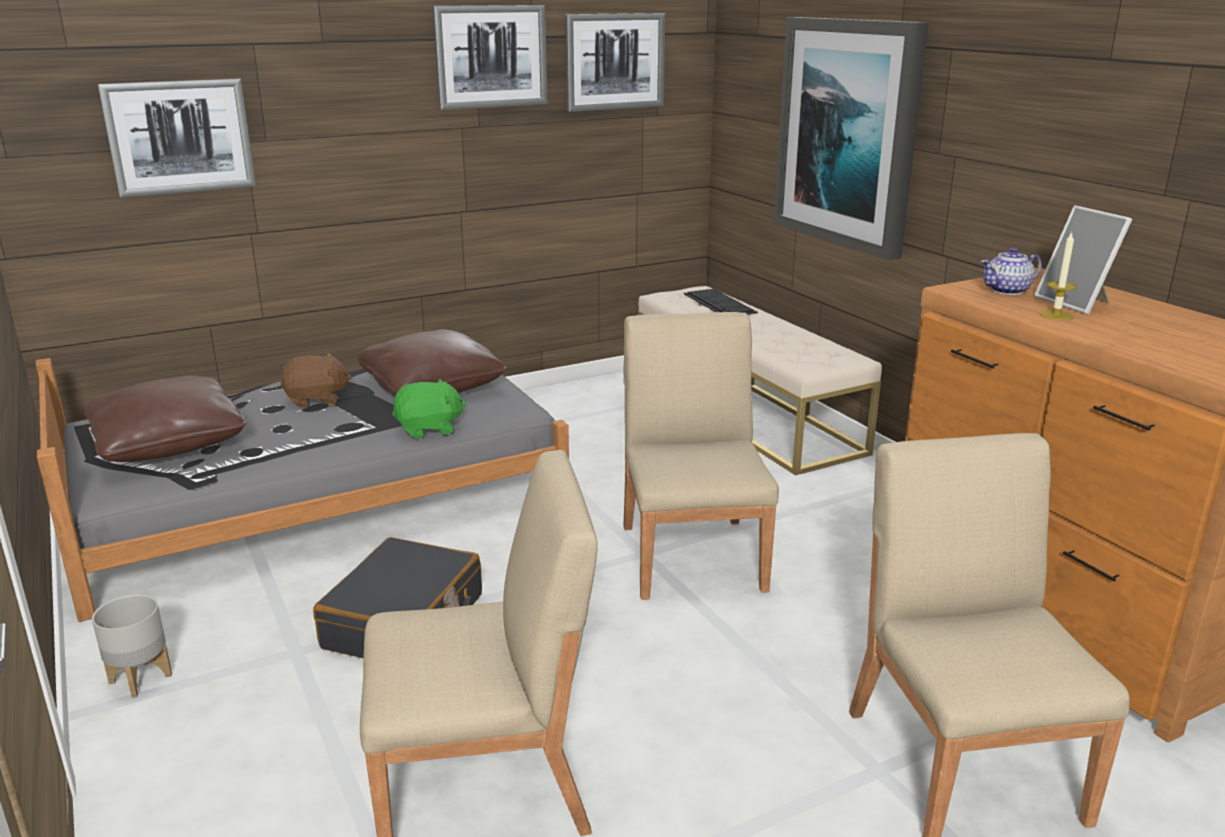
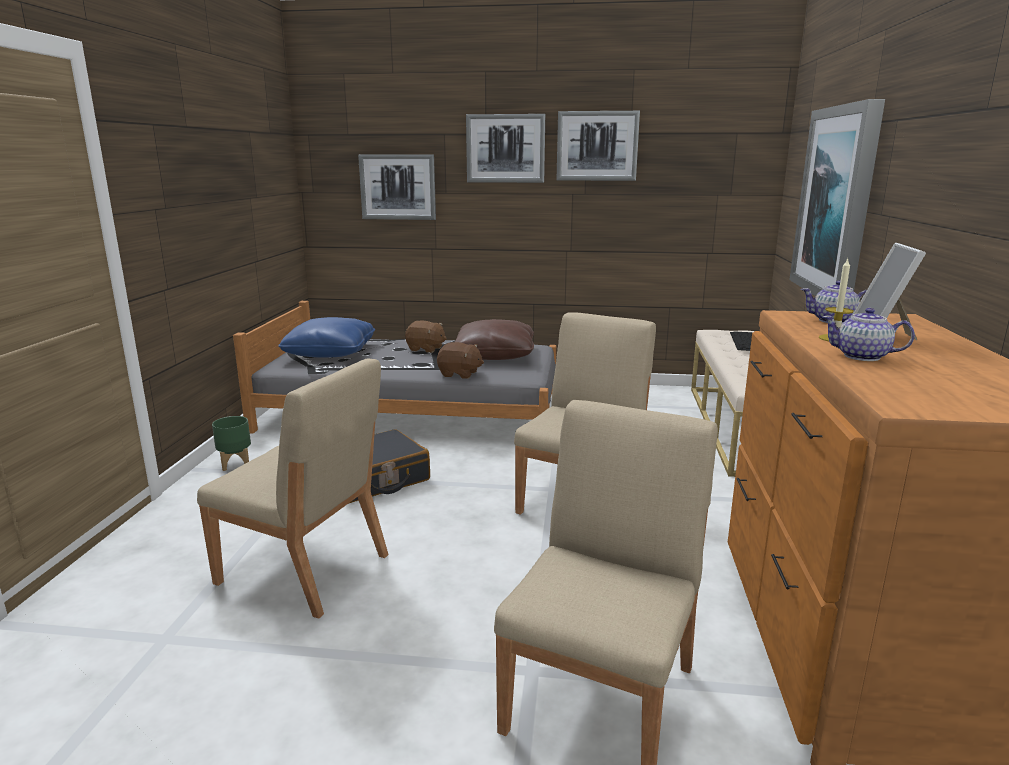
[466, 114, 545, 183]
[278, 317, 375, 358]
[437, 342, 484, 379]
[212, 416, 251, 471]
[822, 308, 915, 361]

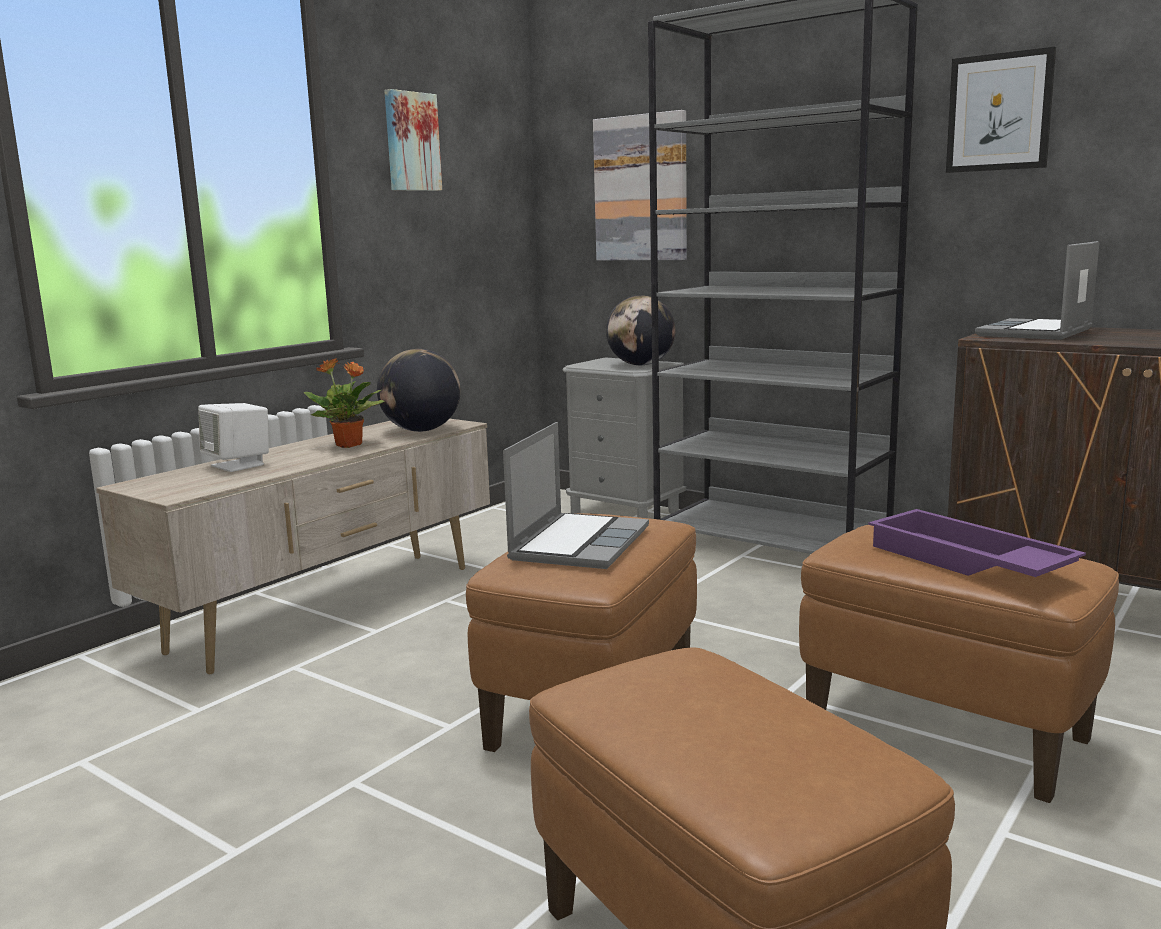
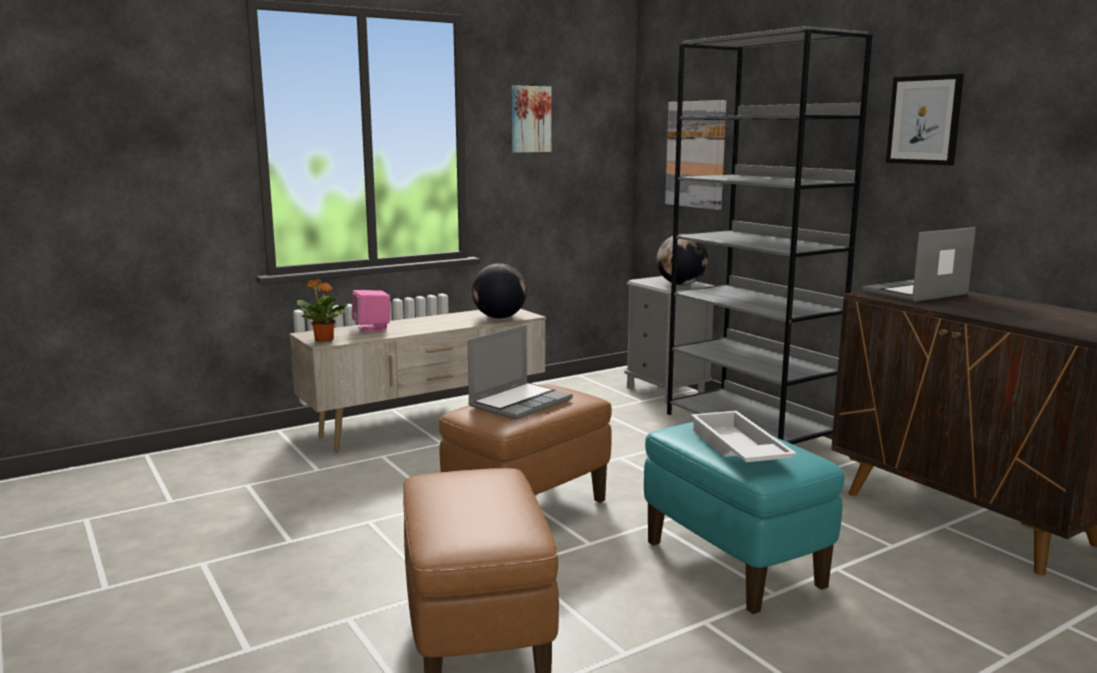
[297, 279, 350, 342]
[352, 290, 390, 333]
[691, 411, 797, 462]
[644, 422, 844, 614]

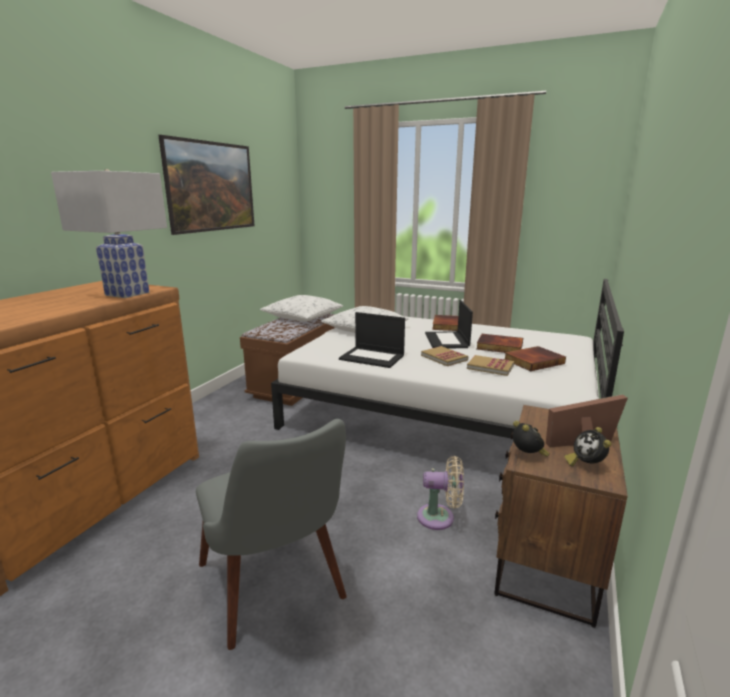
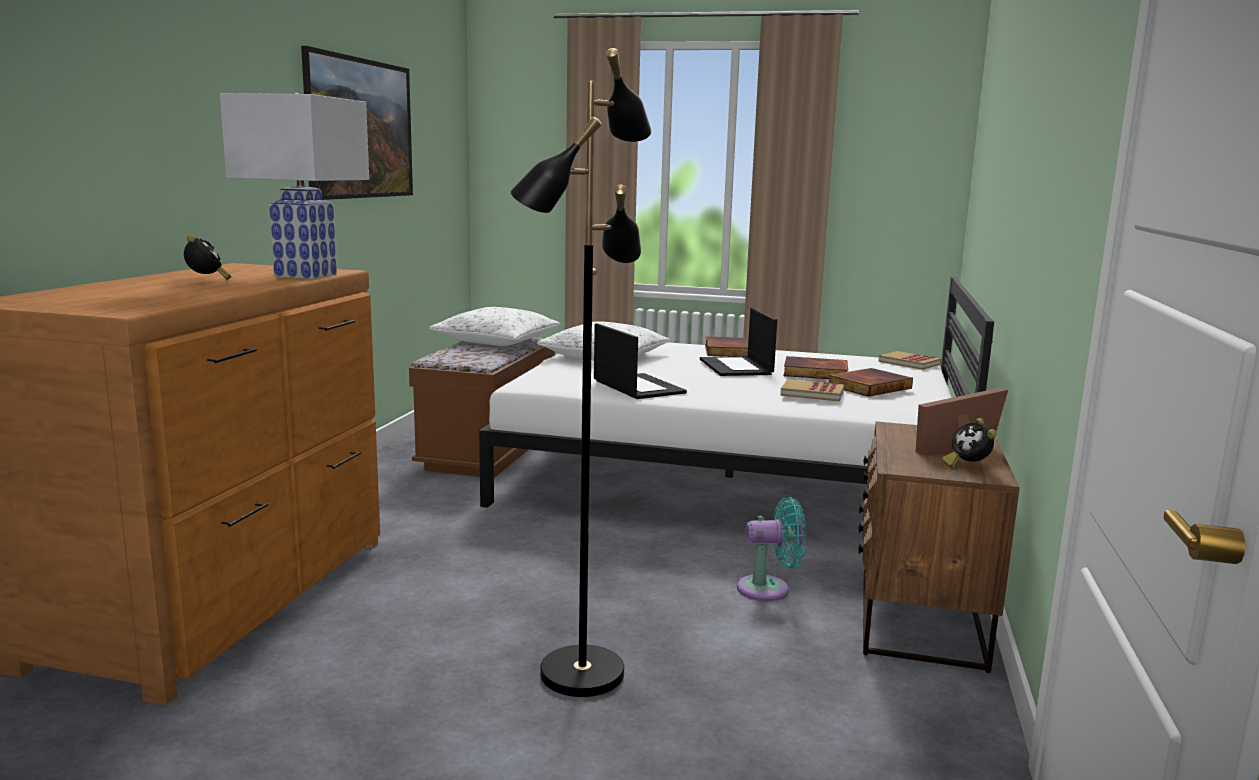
[594, 323, 687, 399]
[878, 351, 941, 370]
[510, 48, 651, 697]
[184, 235, 231, 280]
[737, 497, 806, 601]

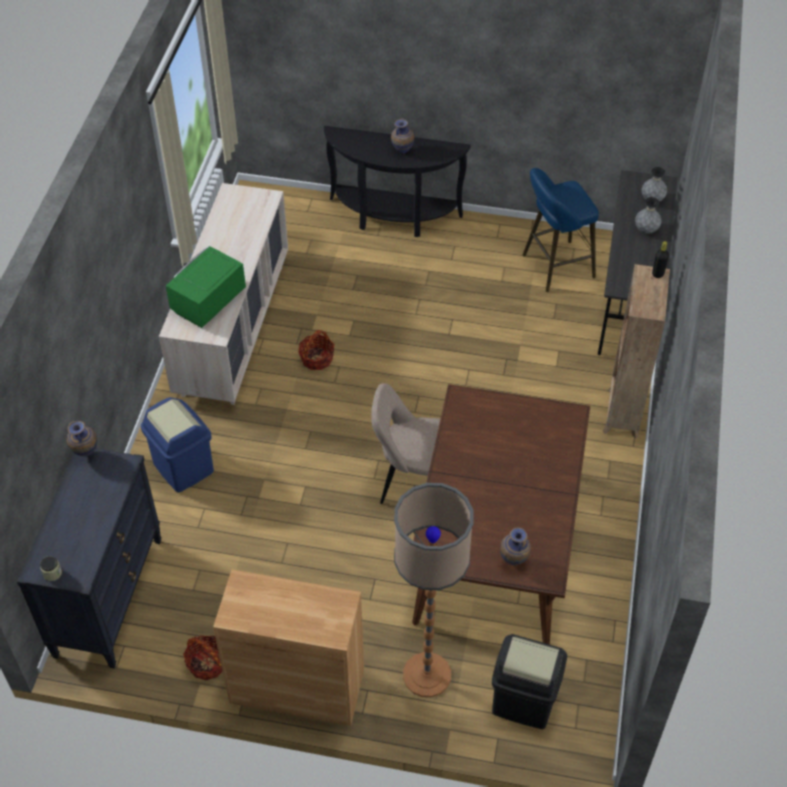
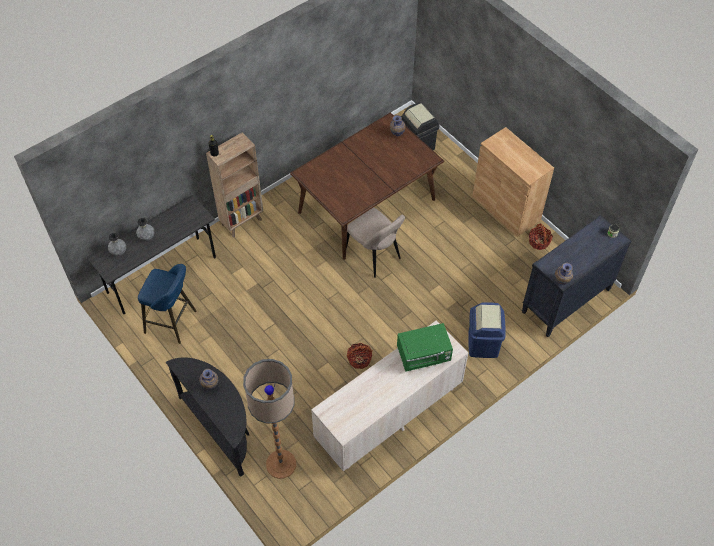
[243, 359, 296, 479]

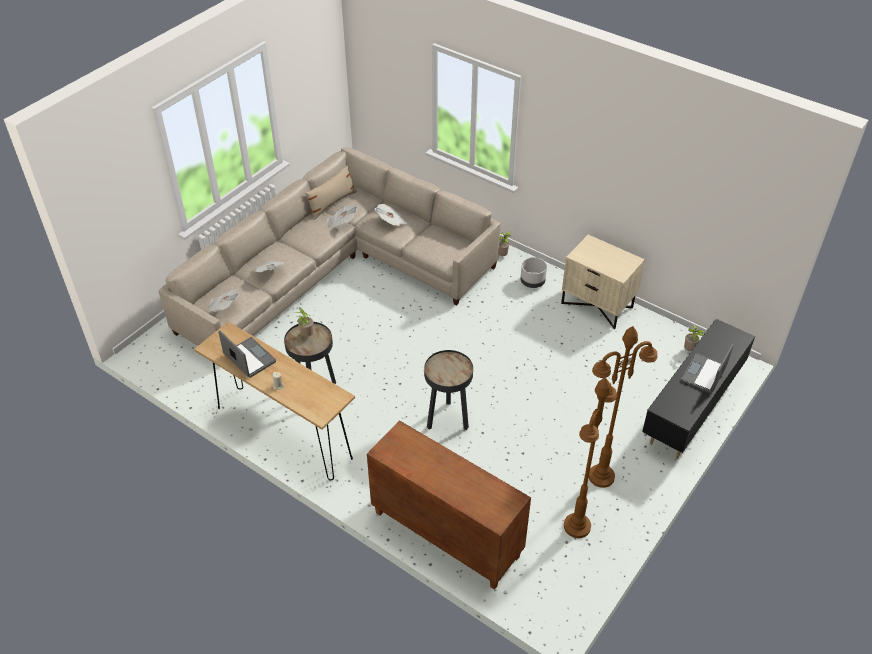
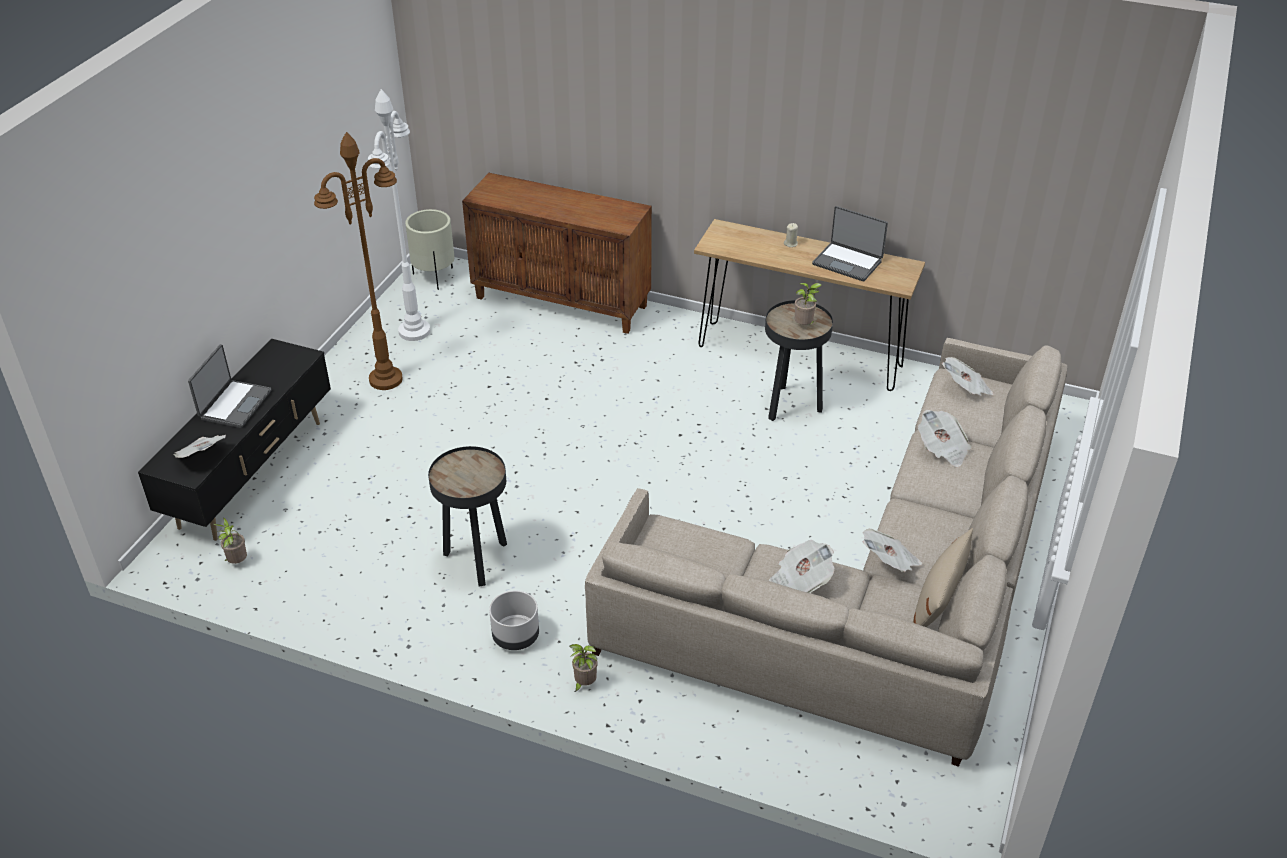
[561, 235, 645, 329] (first image)
[428, 446, 507, 586]
[368, 89, 430, 341]
[405, 209, 455, 290]
[173, 435, 226, 458]

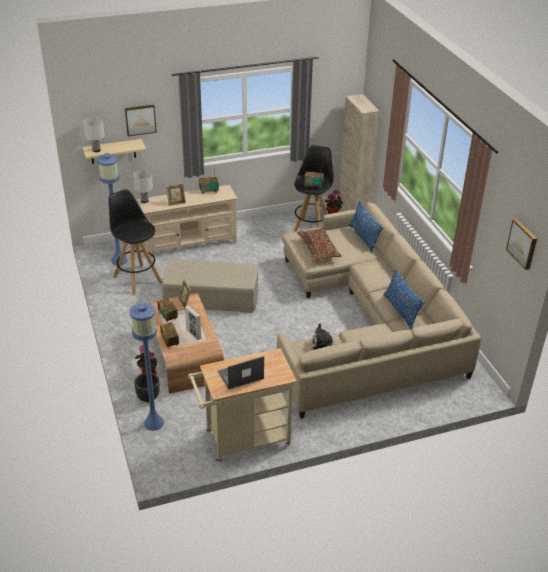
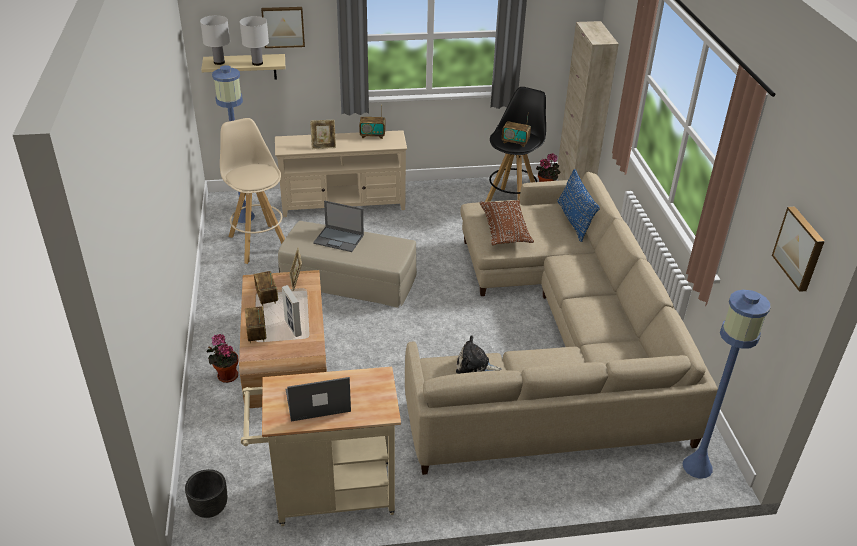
[240, 16, 269, 66]
[220, 118, 285, 264]
[383, 270, 425, 329] (first image)
[682, 290, 771, 479]
[185, 469, 227, 518]
[313, 201, 364, 252]

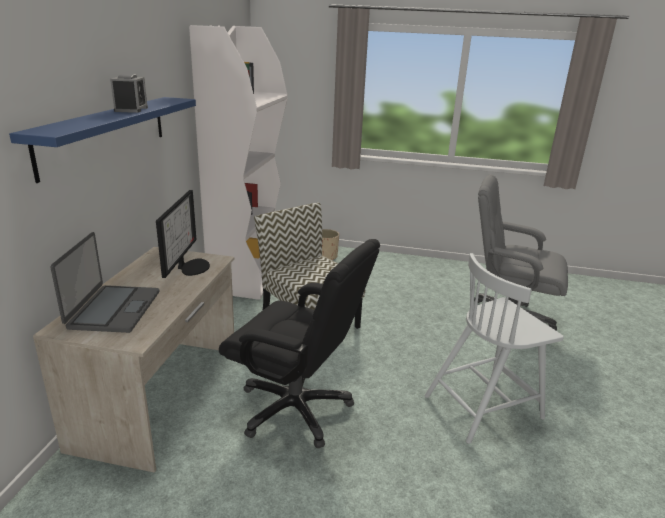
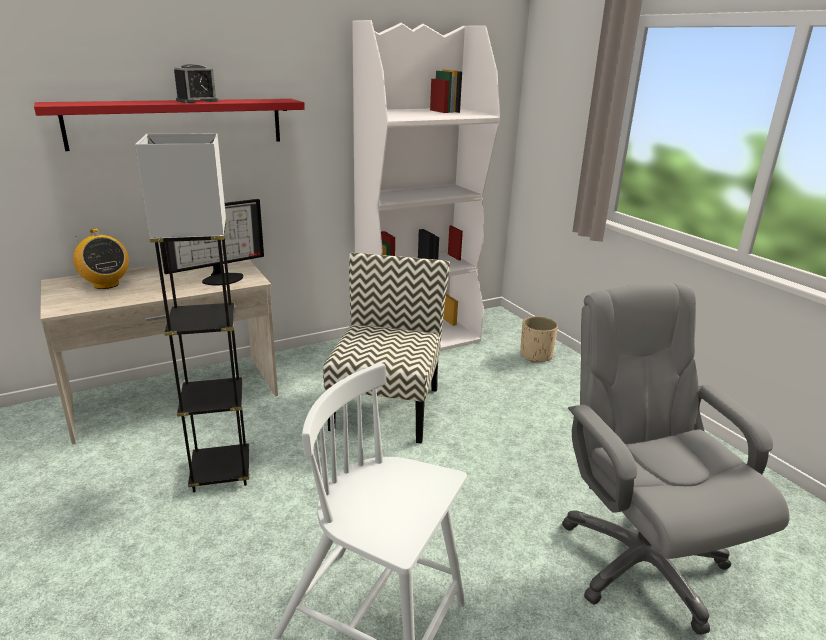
[34, 99, 305, 151]
[73, 229, 129, 289]
[135, 134, 250, 492]

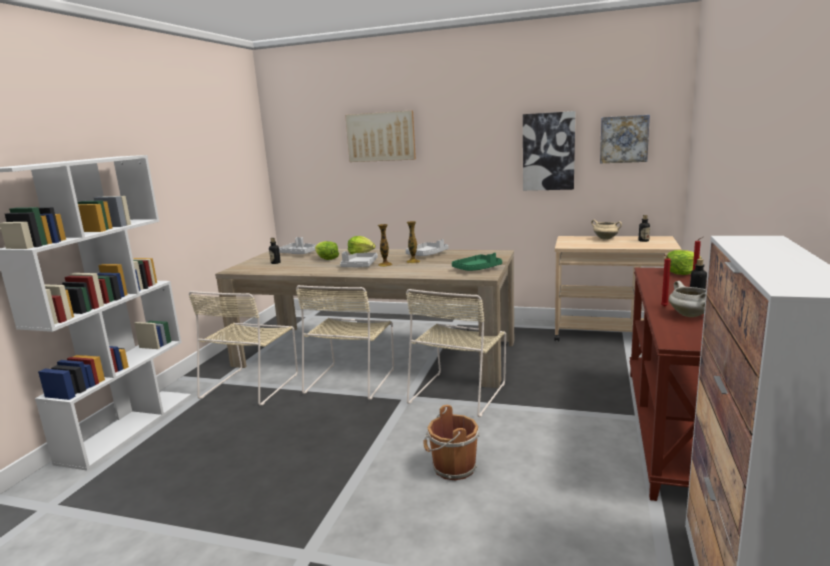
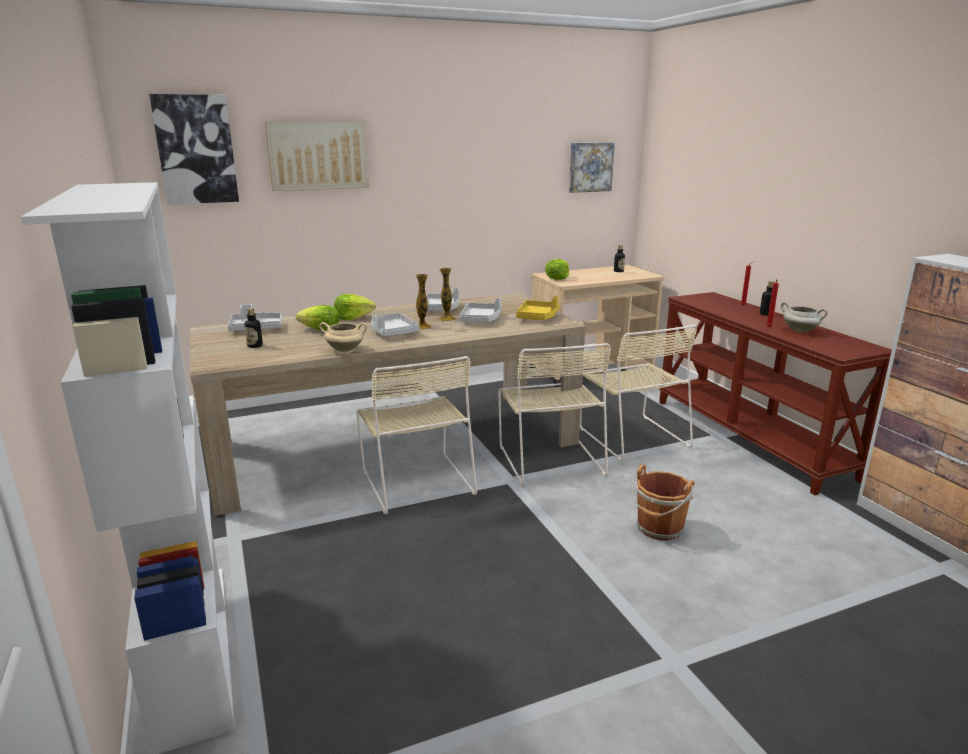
[149, 94, 239, 205]
[319, 322, 367, 352]
[545, 259, 569, 280]
[516, 296, 559, 320]
[580, 325, 697, 461]
[460, 298, 502, 322]

